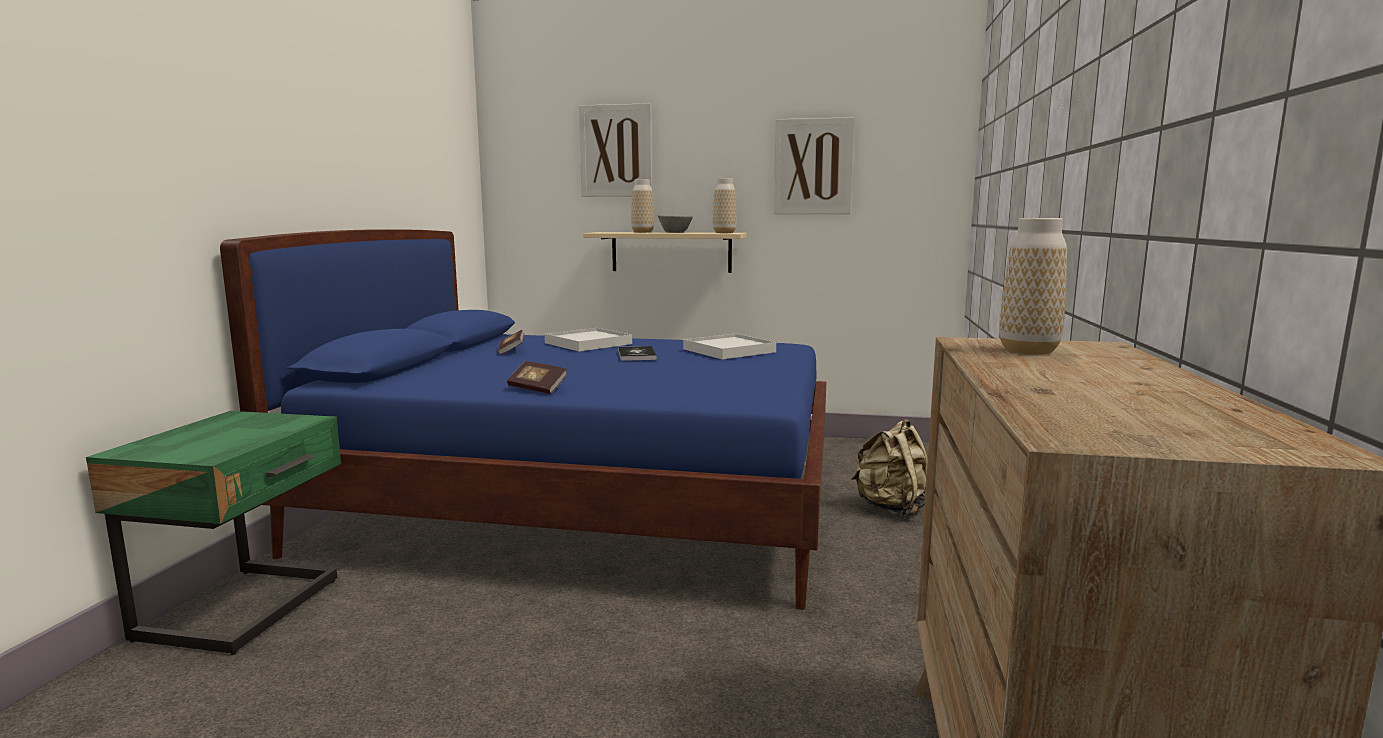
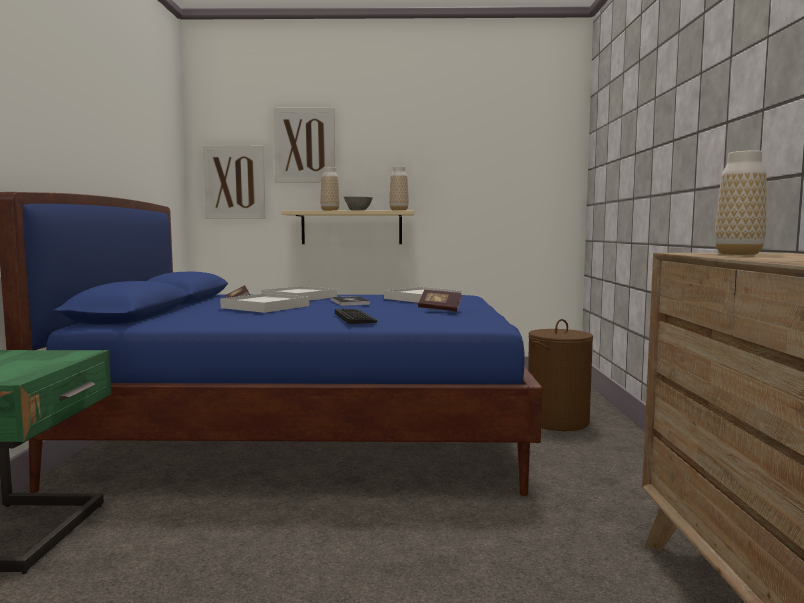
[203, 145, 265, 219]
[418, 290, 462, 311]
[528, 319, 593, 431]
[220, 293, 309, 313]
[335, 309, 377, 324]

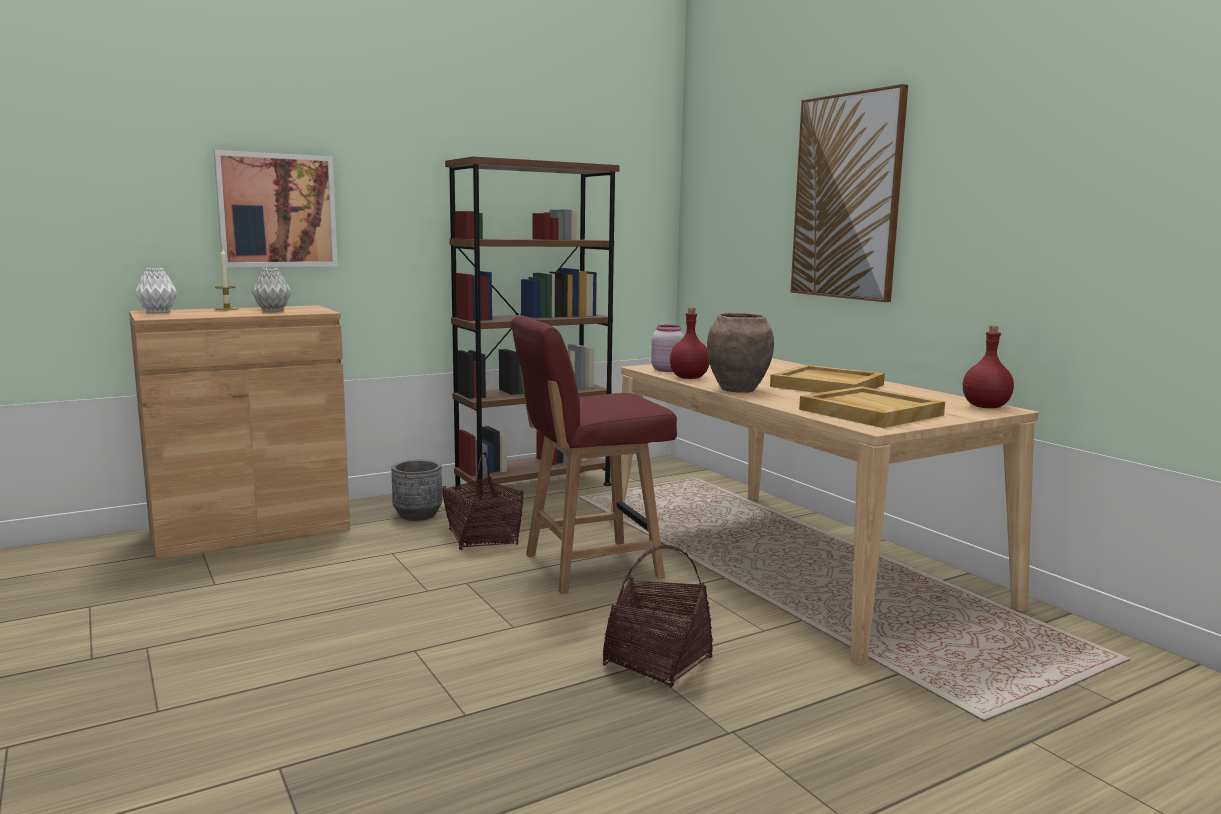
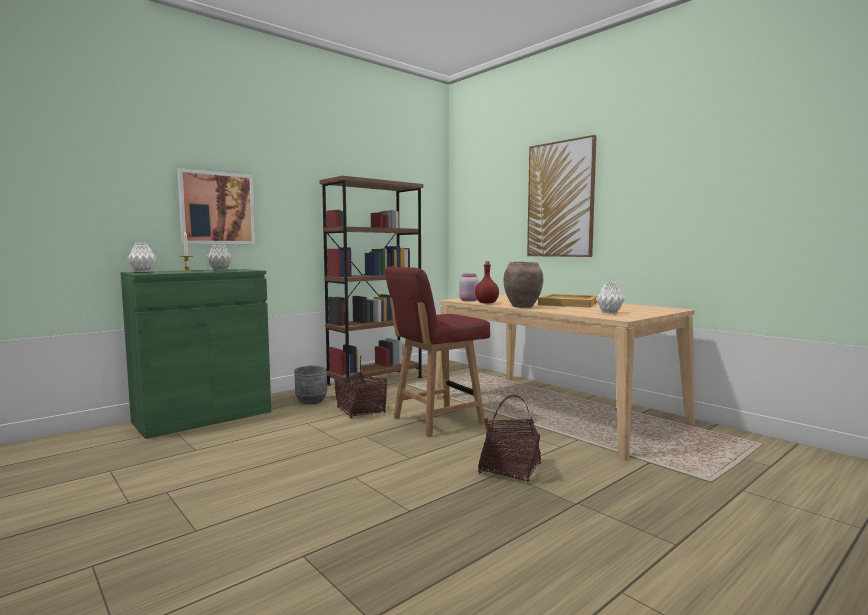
[121, 269, 271, 439]
[963, 326, 1014, 408] (first image)
[596, 282, 624, 314]

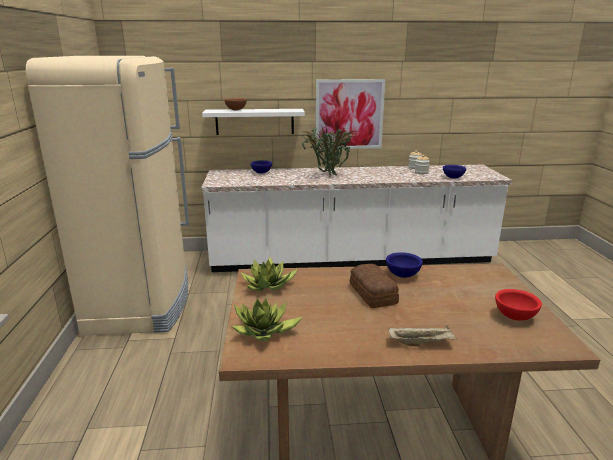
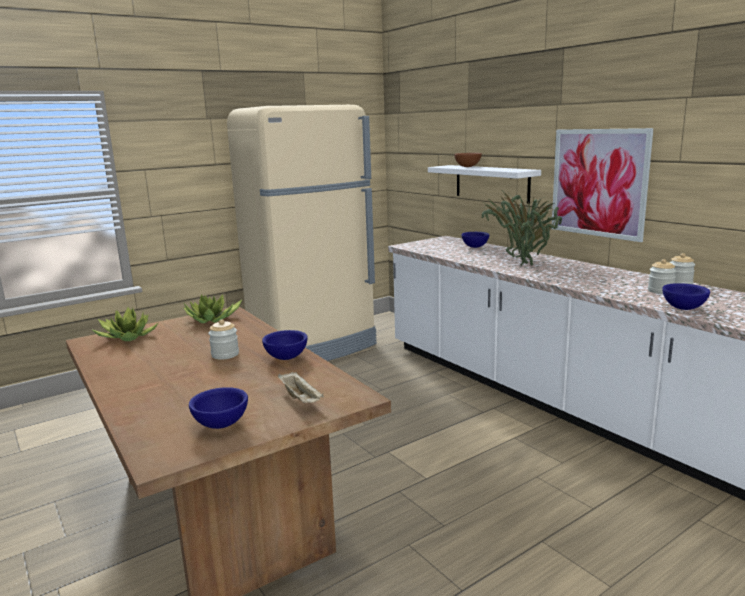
[209, 319, 239, 360]
[189, 387, 248, 429]
[278, 372, 324, 403]

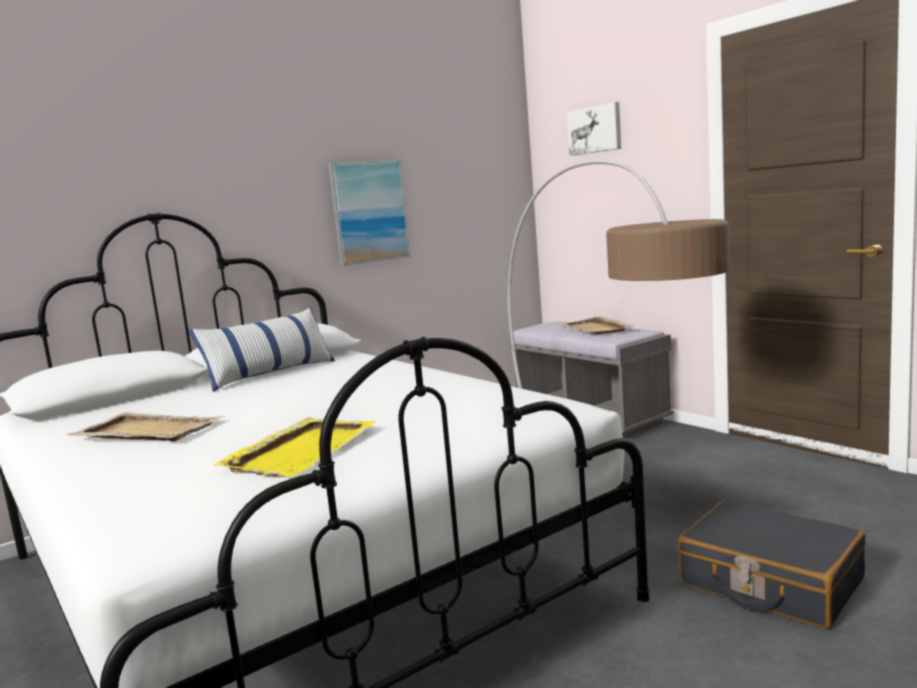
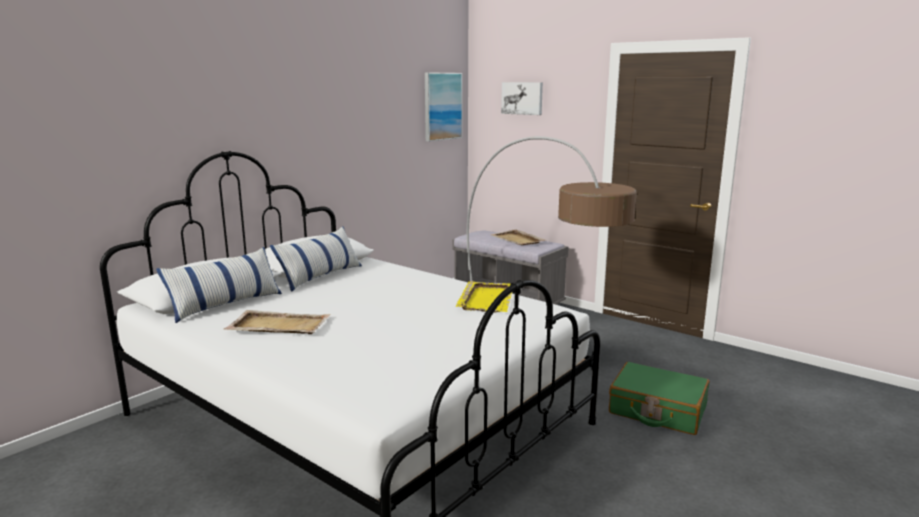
[425, 72, 462, 141]
[456, 281, 512, 313]
[609, 362, 709, 435]
[156, 247, 282, 323]

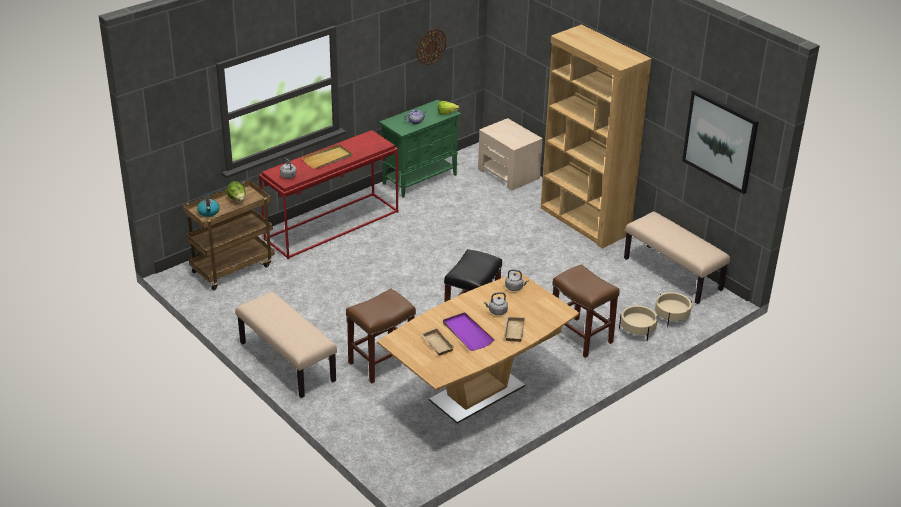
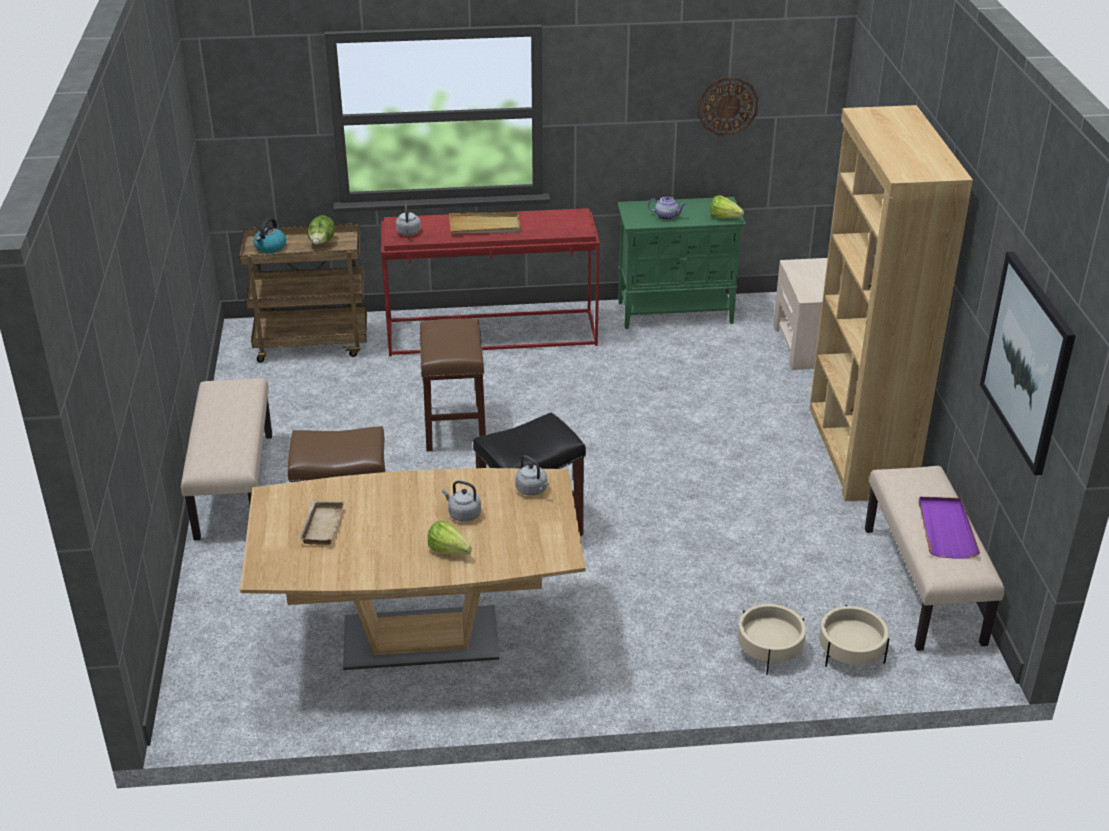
[420, 318, 486, 451]
[919, 497, 980, 558]
[428, 521, 472, 555]

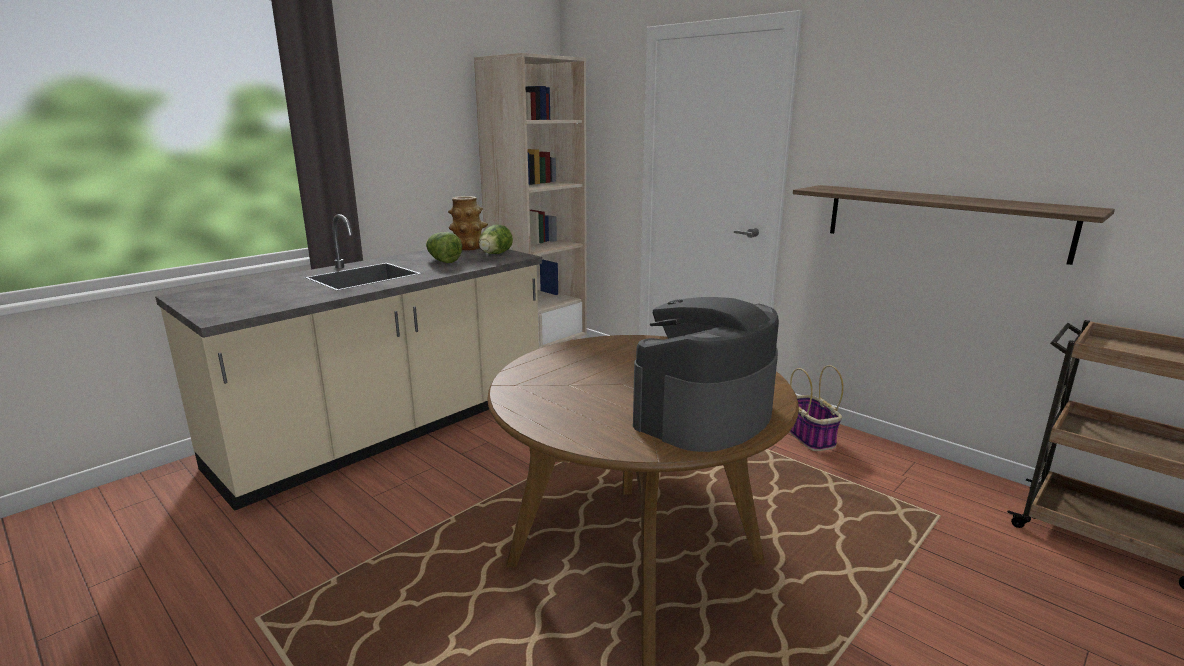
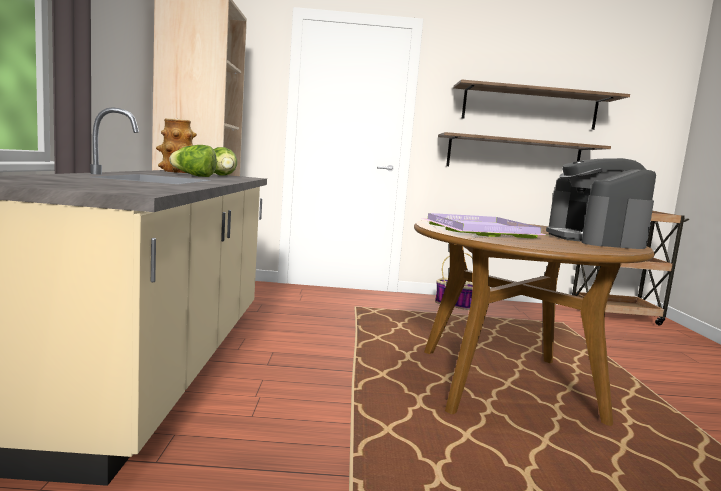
[453, 79, 630, 130]
[422, 213, 546, 239]

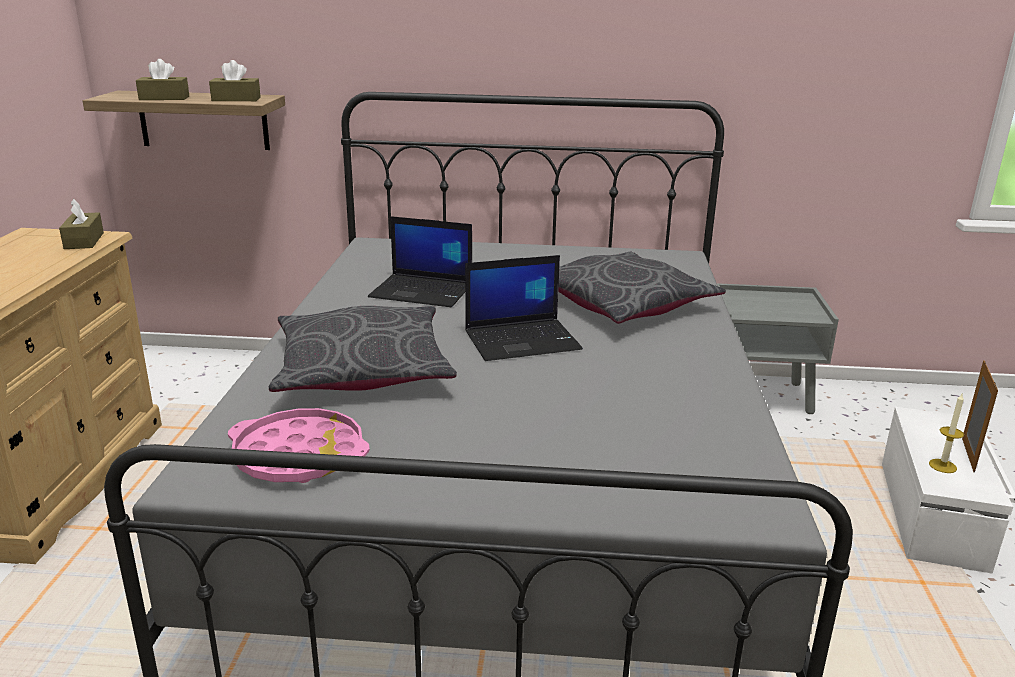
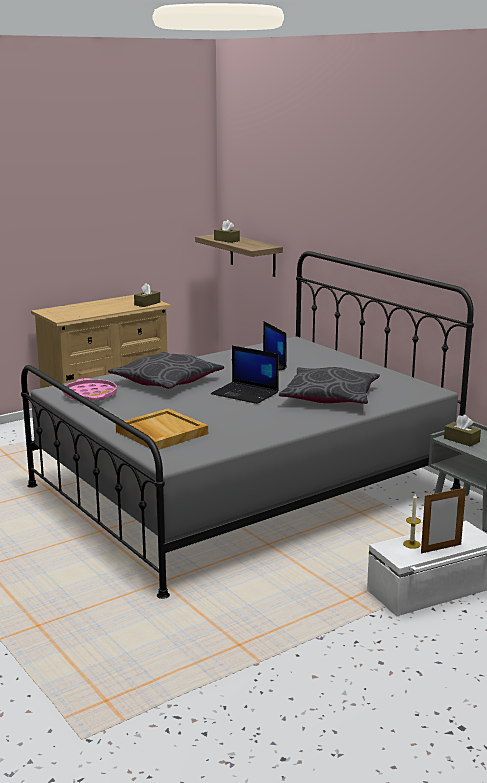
[444, 415, 481, 447]
[116, 408, 208, 450]

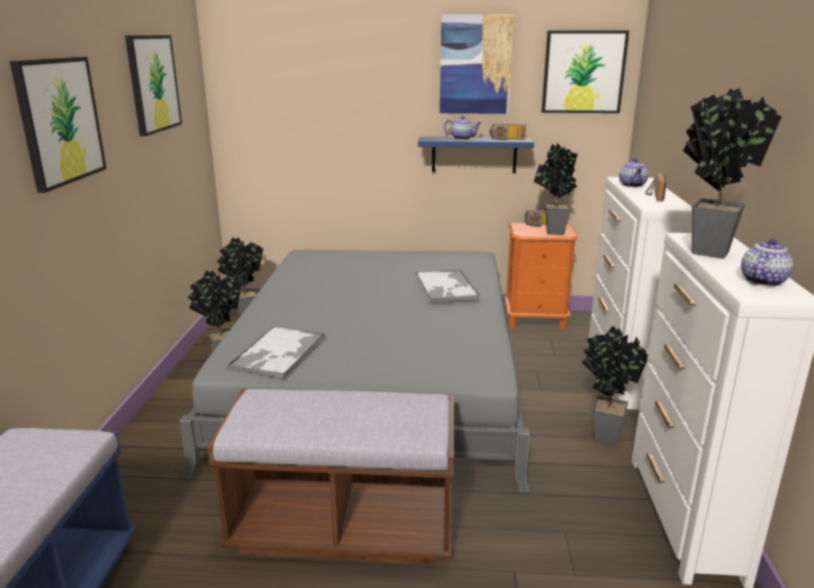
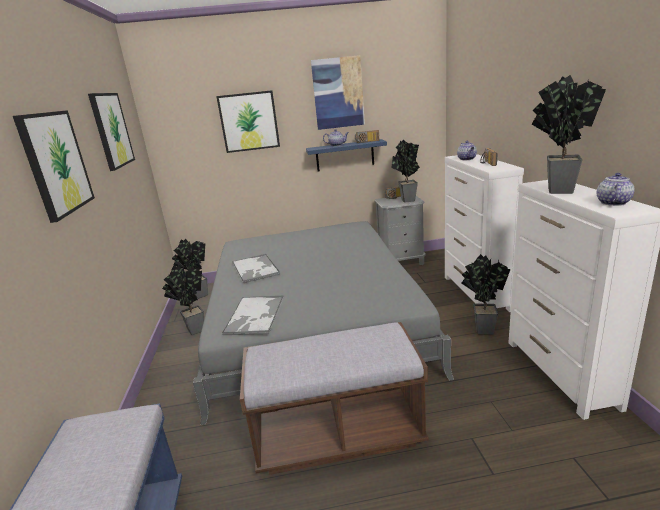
[216, 90, 280, 153]
[374, 196, 426, 265]
[232, 254, 280, 283]

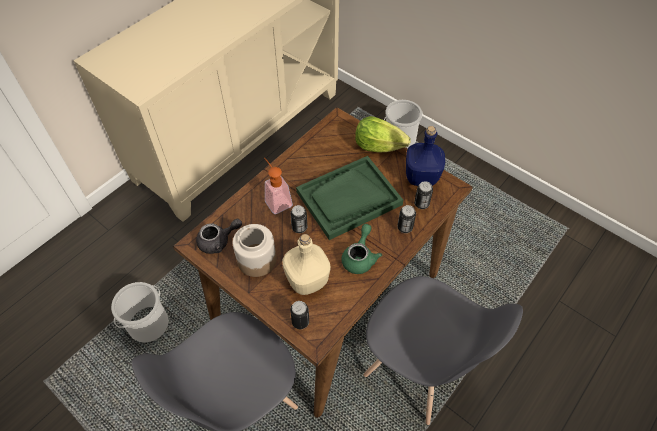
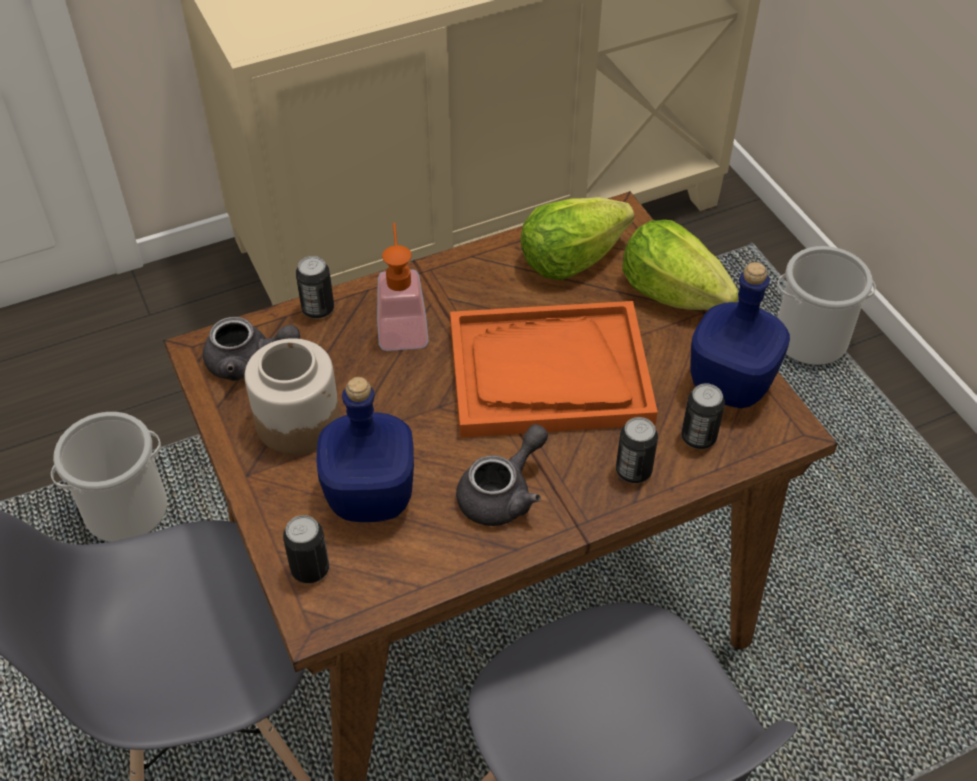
[450, 301, 658, 438]
[296, 256, 334, 319]
[456, 424, 548, 526]
[317, 377, 414, 522]
[521, 197, 634, 280]

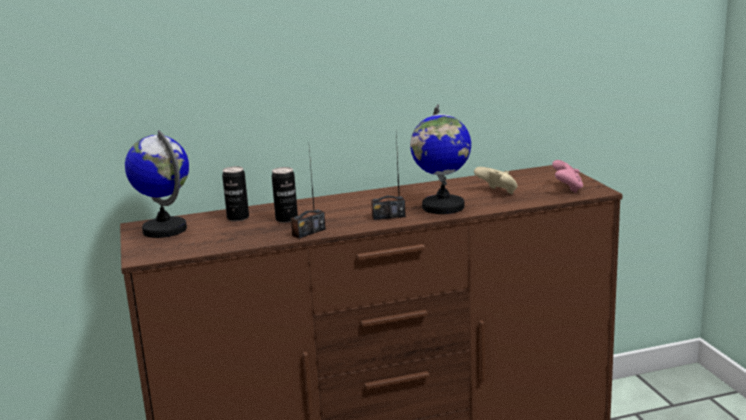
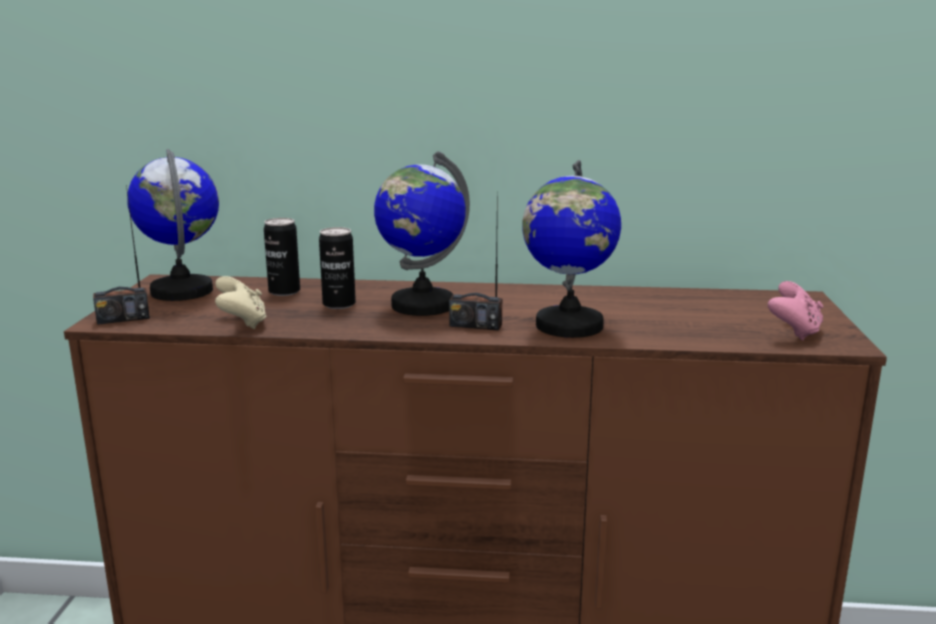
[93, 185, 150, 325]
[215, 276, 266, 329]
[374, 151, 470, 316]

